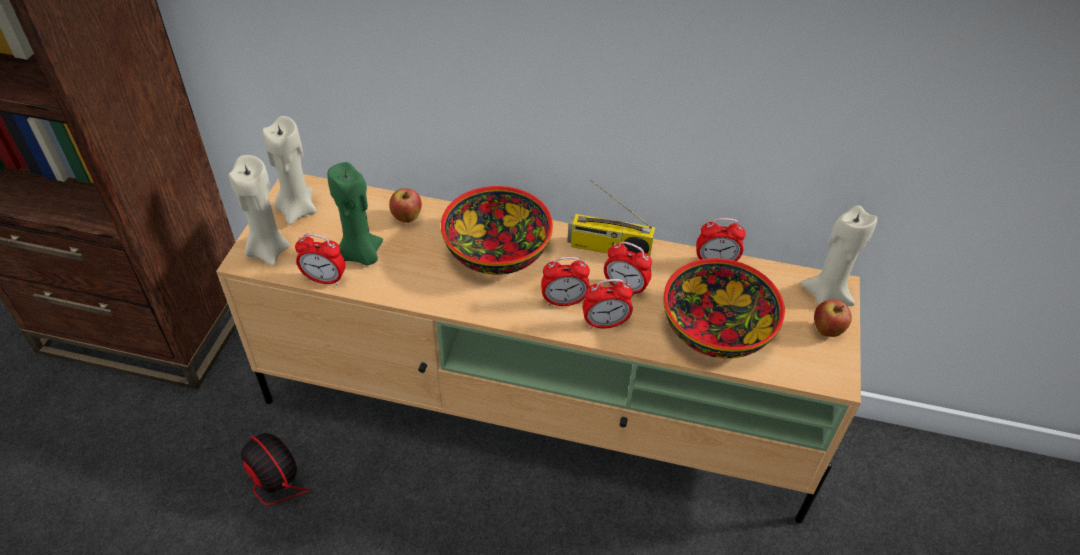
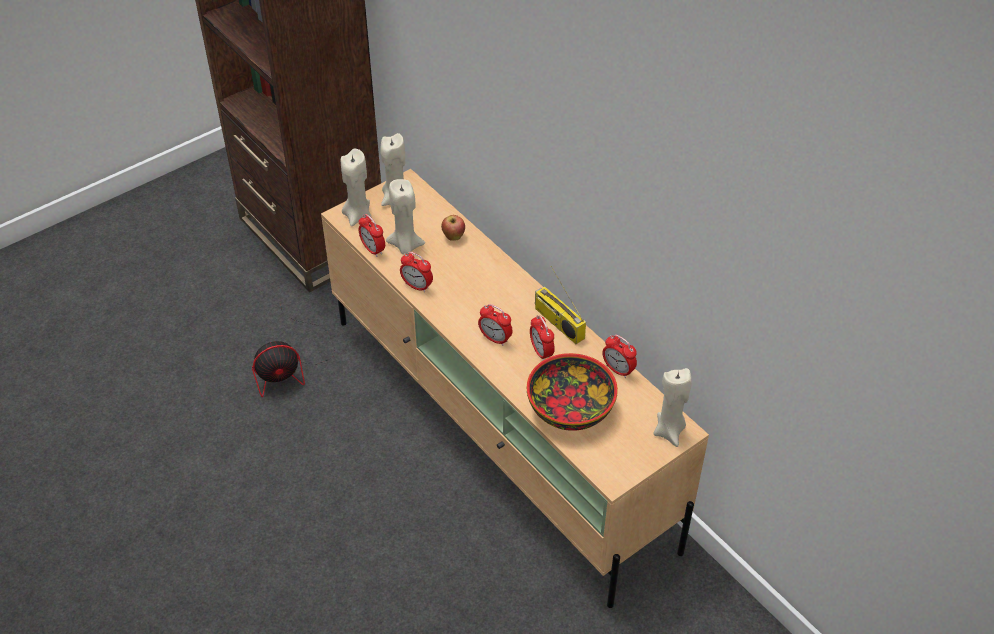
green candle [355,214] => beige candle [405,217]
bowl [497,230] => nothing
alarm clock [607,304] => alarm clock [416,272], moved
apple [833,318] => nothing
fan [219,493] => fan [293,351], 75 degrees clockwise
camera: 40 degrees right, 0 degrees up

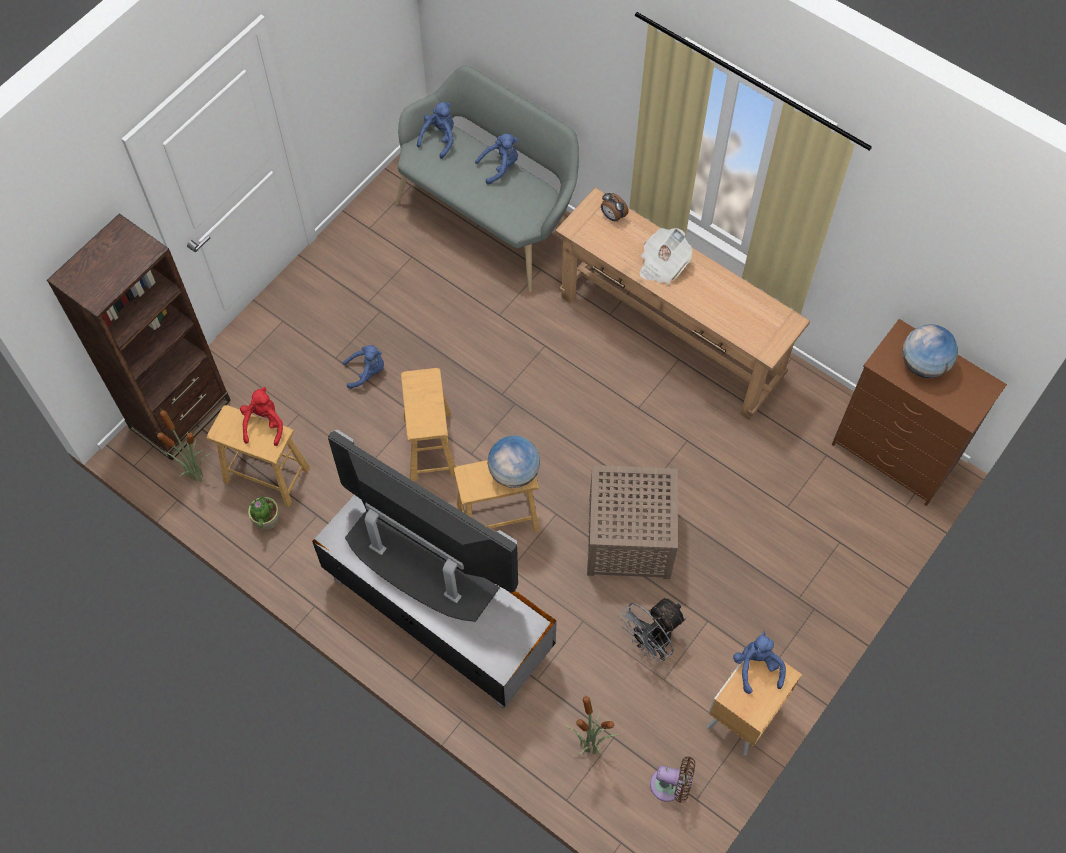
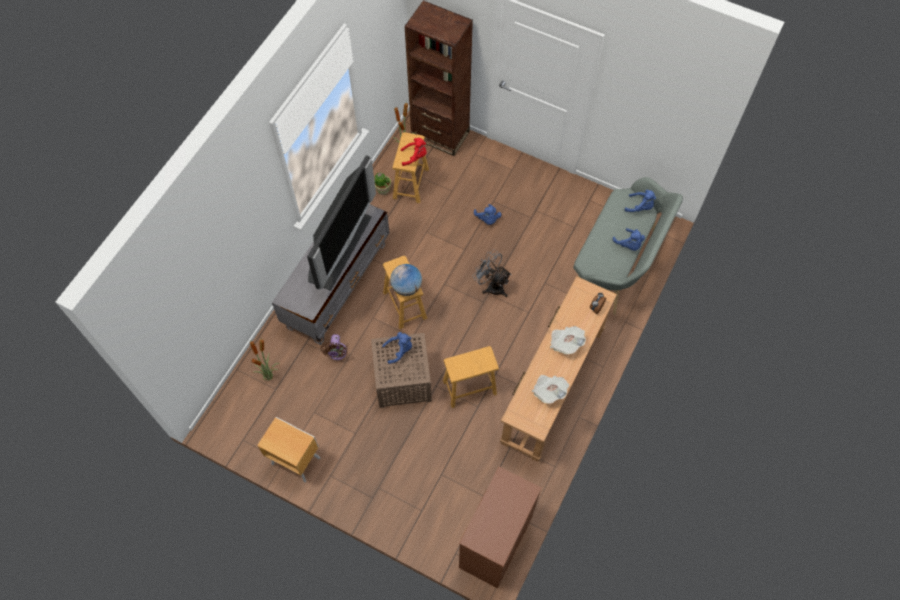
globe [930,351] => nothing
brown stool [428,424] => brown stool [471,377], moved
grey fan [652,630] => grey fan [491,273], moved
blue plush toy [759,662] => blue plush toy [397,348], moved
brown fan [672,779] => brown fan [333,347], moved
nothing => newspaper [550,389]
camera: 80 degrees right, 0 degrees up

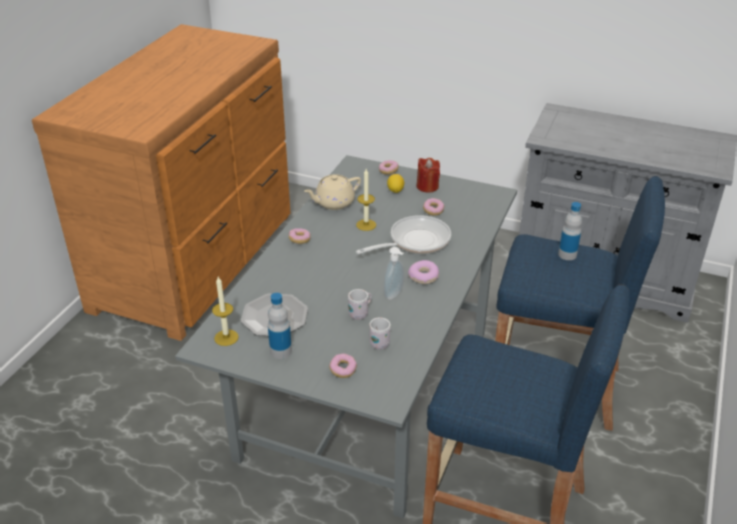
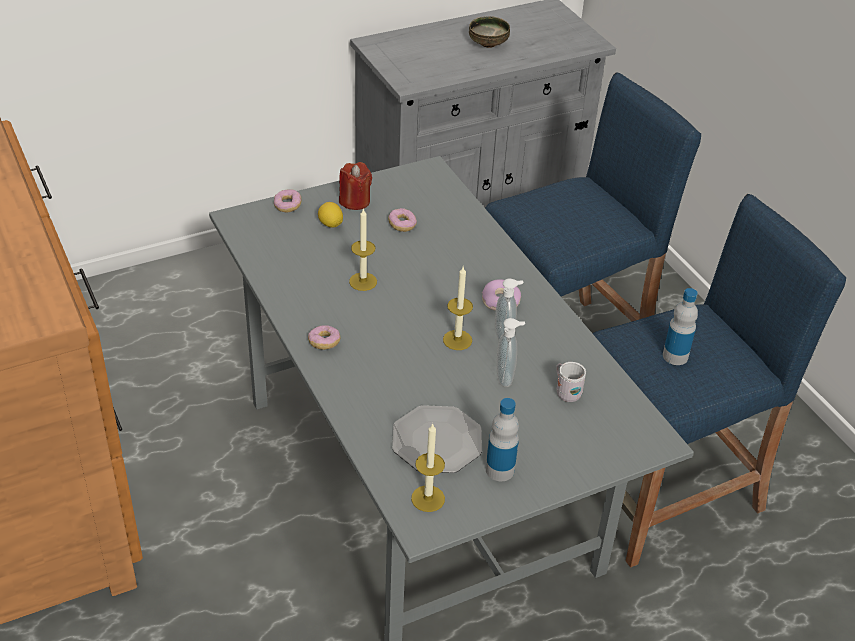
beige teapot [332,192] => nothing
bottle [570,231] => bottle [680,326], moved
frying pan [403,234] => nothing
white mug [360,304] => soap dispenser [511,352]
donut [343,366] => nothing
nothing => bowl [489,32]
nothing => candle [458,308]
camera: 50 degrees left, 5 degrees up

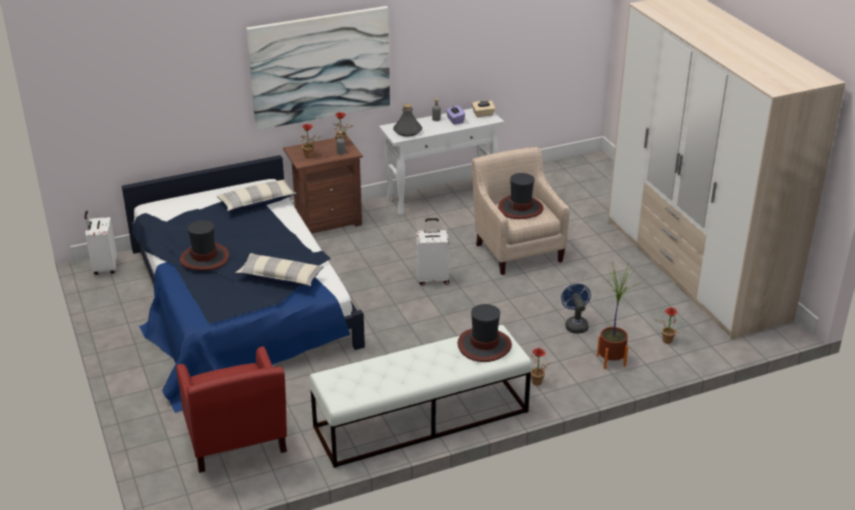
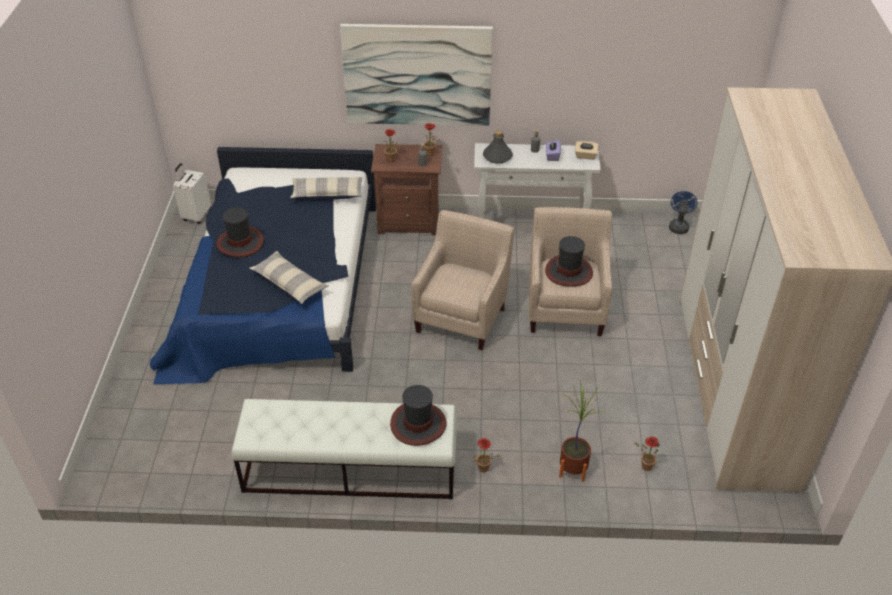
white suitcase [432,251] => beige armchair [462,280]
blue fan [576,309] => blue fan [683,212], moved
red armchair [231,409] => nothing
camera: 25 degrees right, 10 degrees up

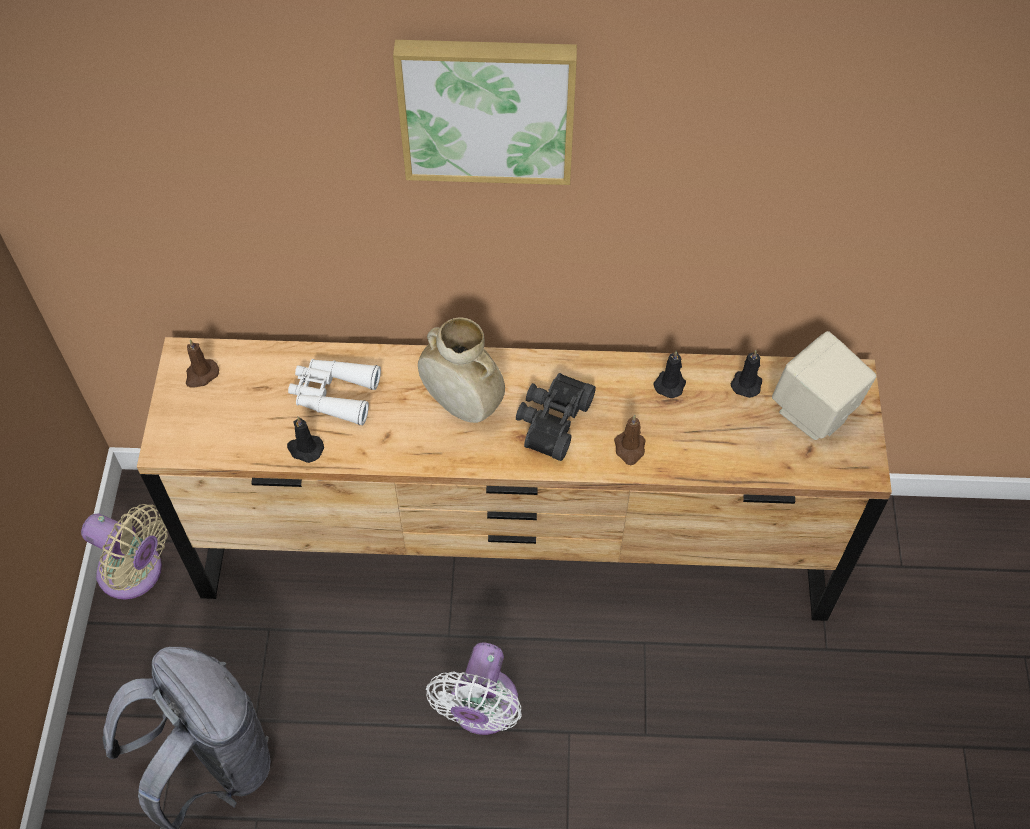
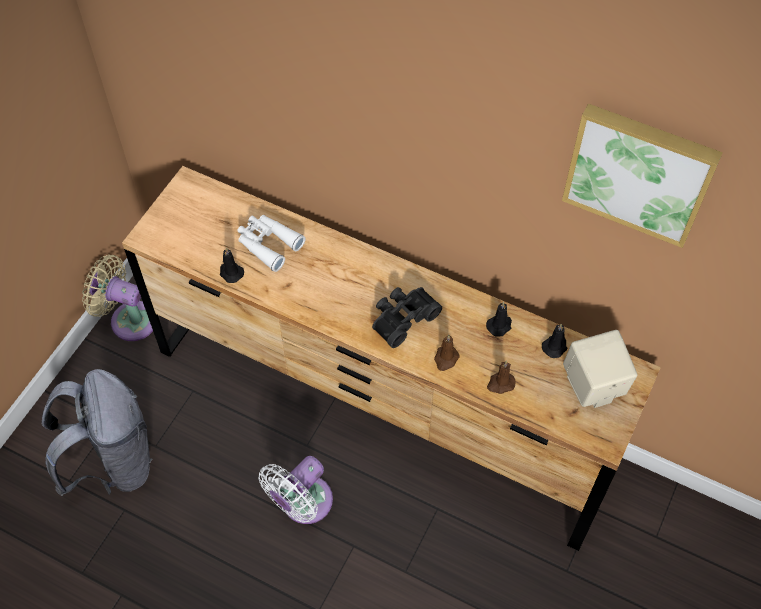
picture [485,112] => picture [642,176], moved
beige vase [461,370] => nothing
brown candle [202,364] => brown candle [501,377], moved
beige fan [124,551] => beige fan [117,298], 150 degrees clockwise
camera: 25 degrees right, 0 degrees up

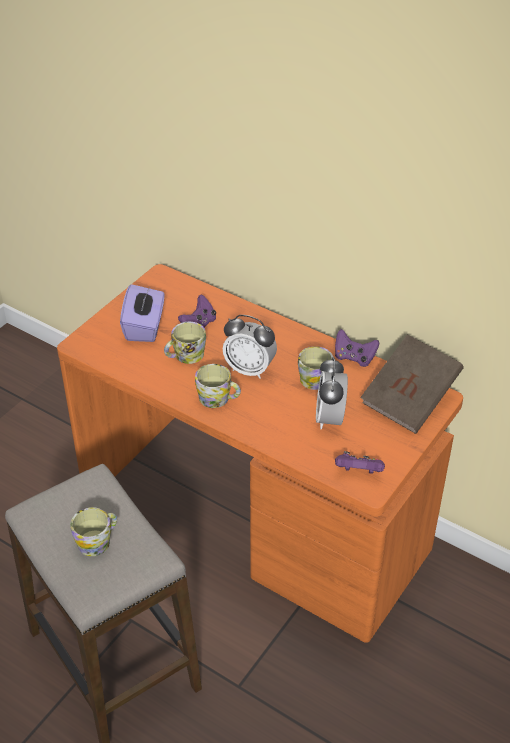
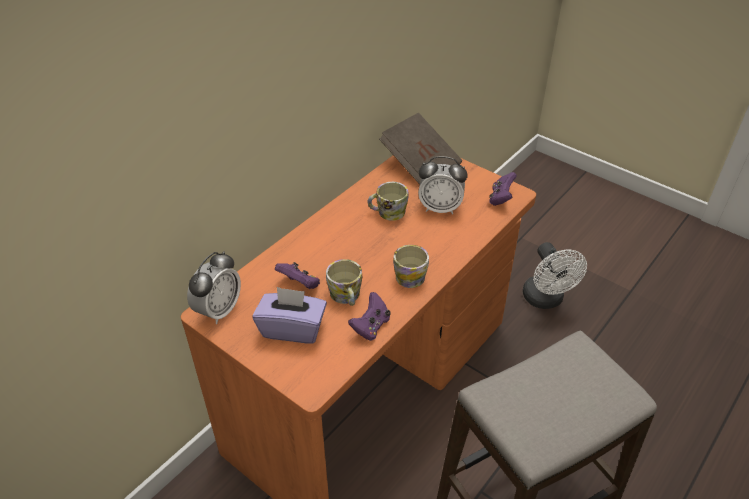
alarm clock [250,347] => alarm clock [214,287], moved
purple game controller [357,348] => purple game controller [369,316], moved
mug [93,531] => nothing
nothing => white fan [555,275]
camera: 85 degrees left, 0 degrees up

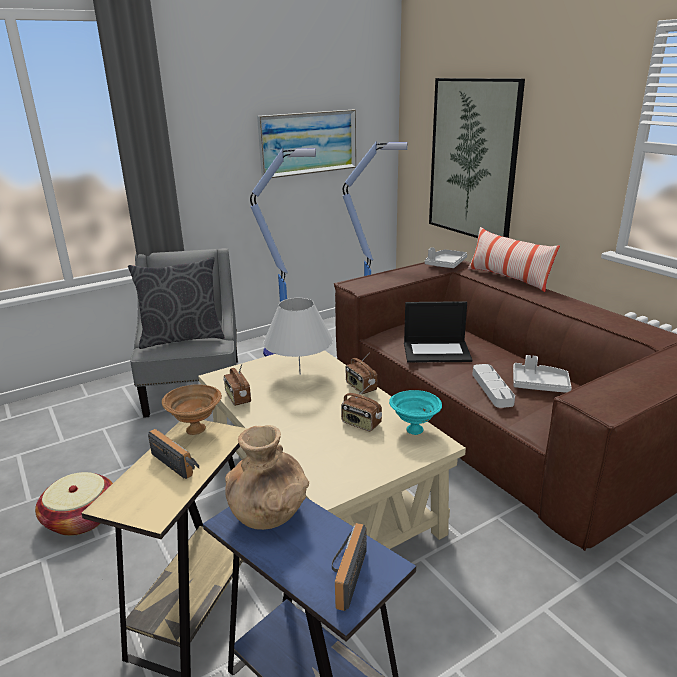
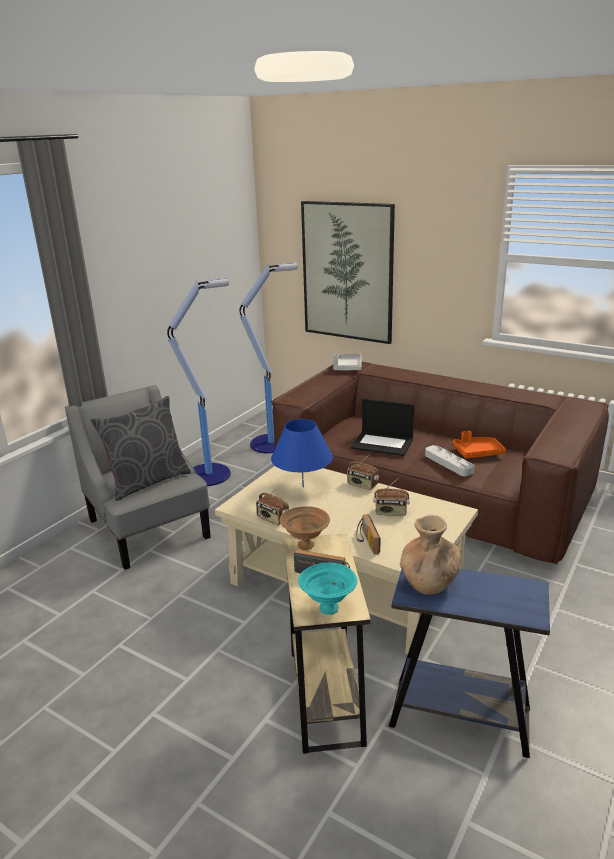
picture [306,144] => nothing
pillow [514,259] => nothing
white table lamp [298,336] => blue table lamp [302,453]
laptop [438,332] => laptop [382,427], 45 degrees clockwise
grey tray [542,374] => orange tray [479,444]
turquoise bowl [415,412] => turquoise bowl [328,589], moved
basket [74,504] => nothing
radio [349,567] => radio [368,534], moved
camera: 25 degrees left, 0 degrees up

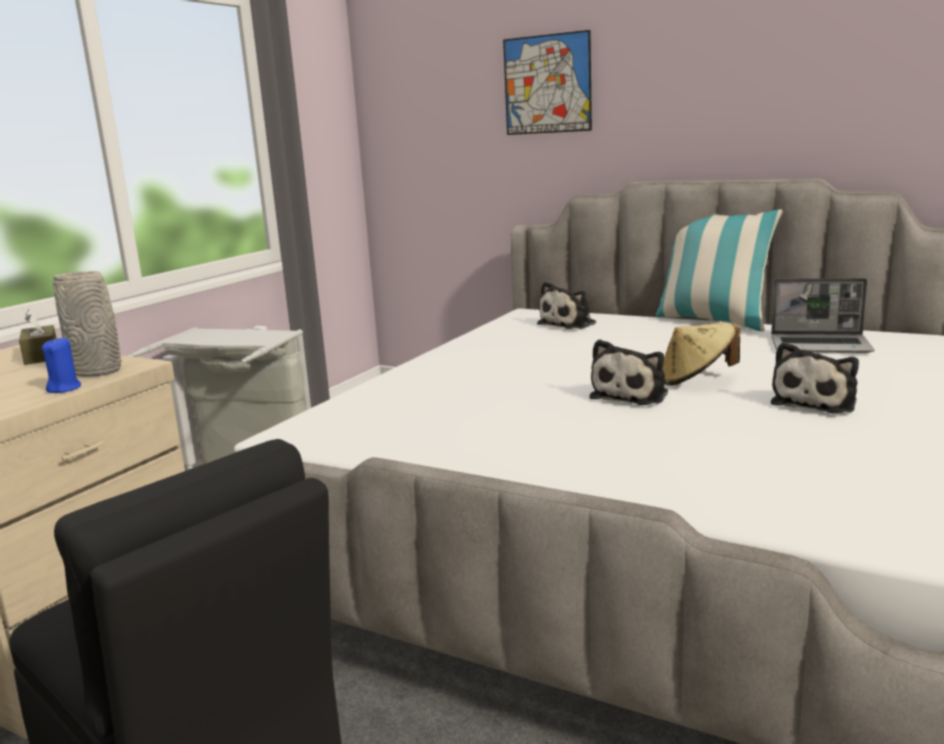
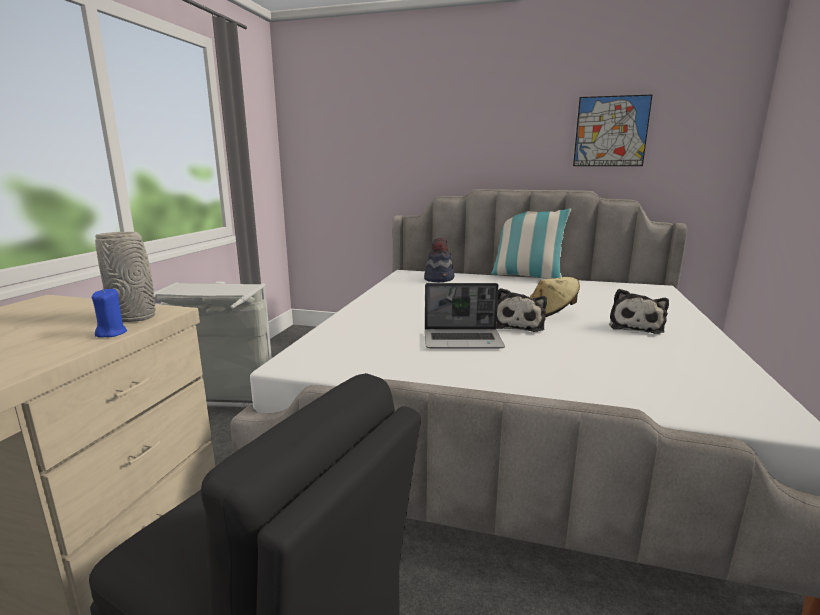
picture [547,82] => picture [613,130], moved
laptop [822,315] => laptop [465,316], moved
plush toy [566,305] => hat [439,260]
brown tissue box [38,337] => nothing
camera: 15 degrees left, 0 degrees up

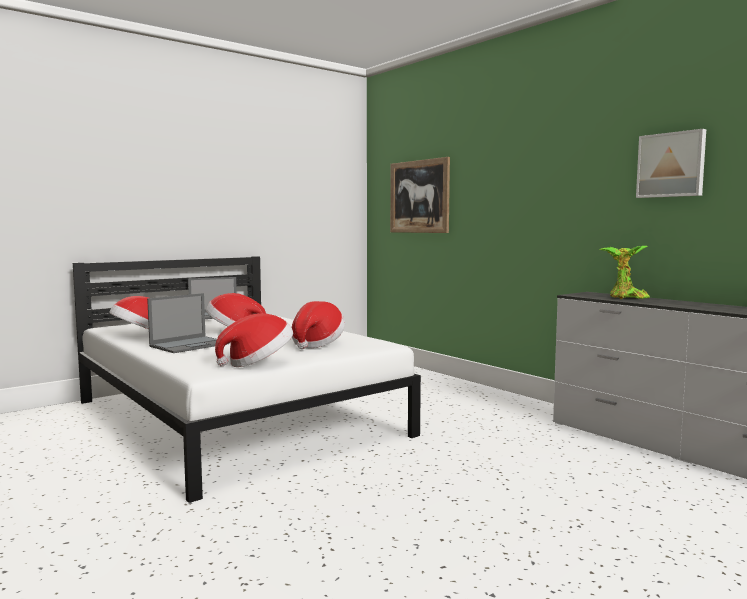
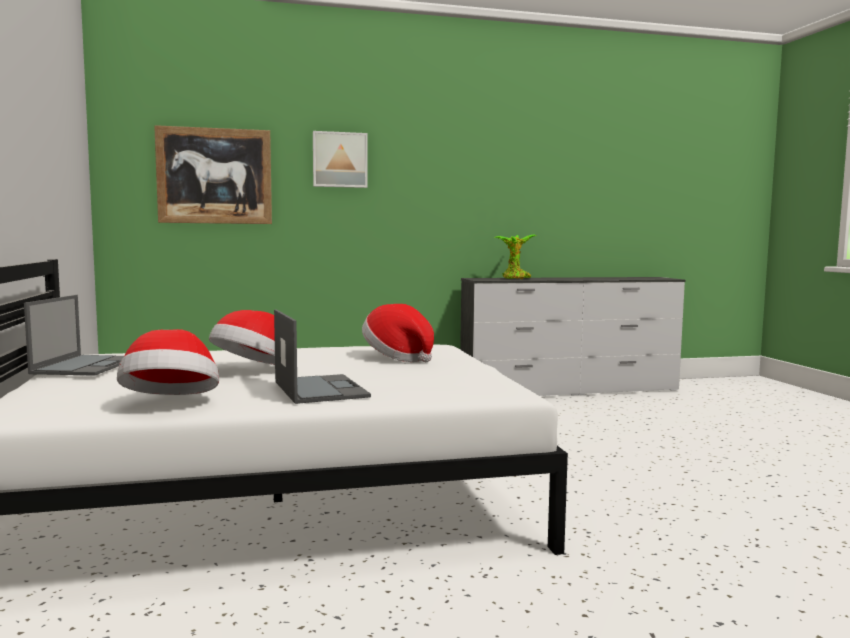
picture [671,163] => picture [340,159], moved
hat [254,340] => nothing
camera: 65 degrees left, 0 degrees up

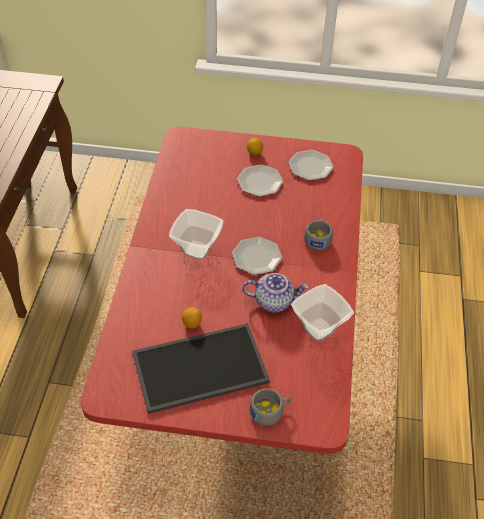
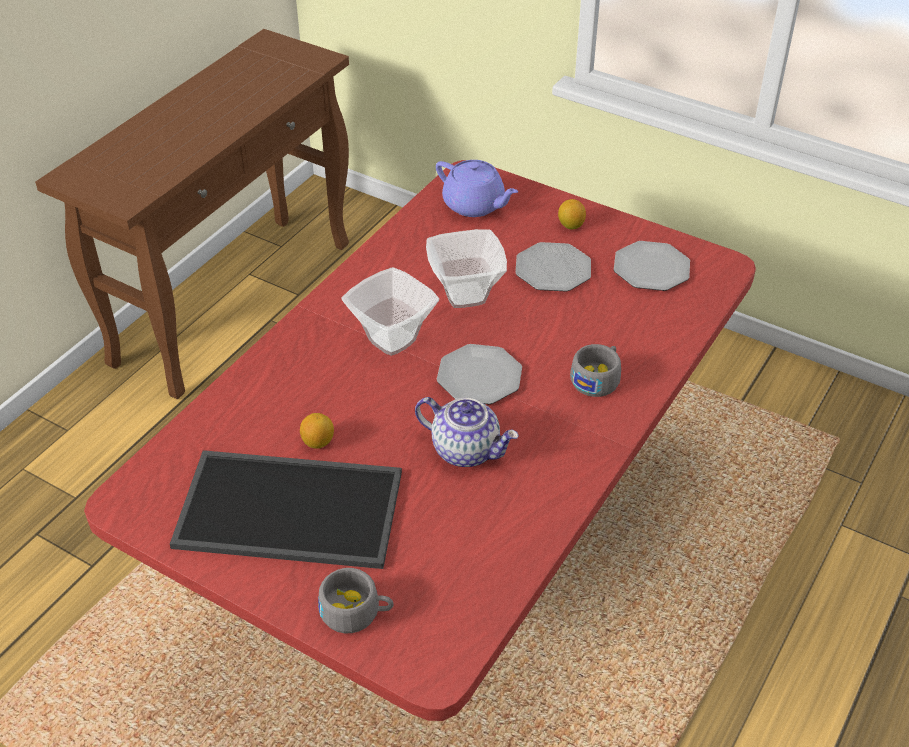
bowl [322,313] => bowl [466,268], moved
nothing => purple teapot [477,188]
camera: 25 degrees right, 5 degrees down

